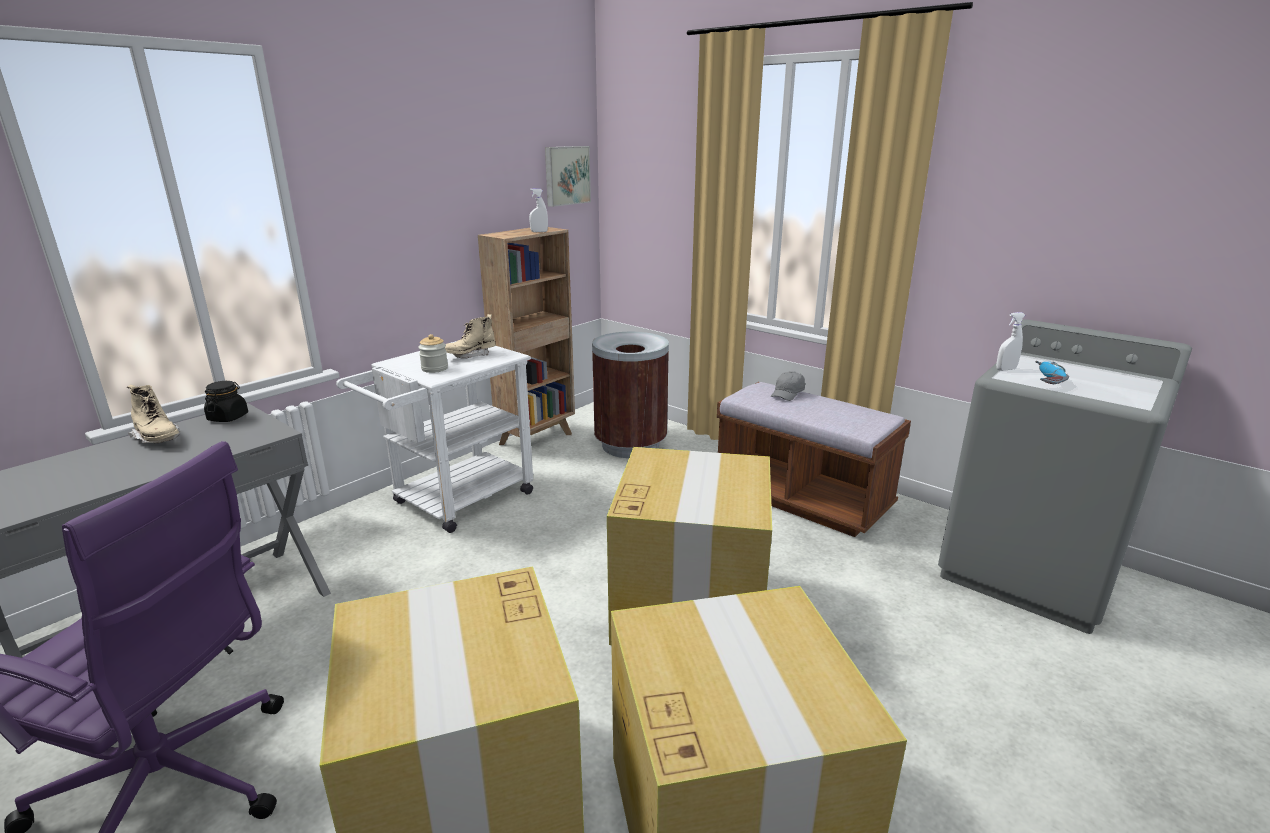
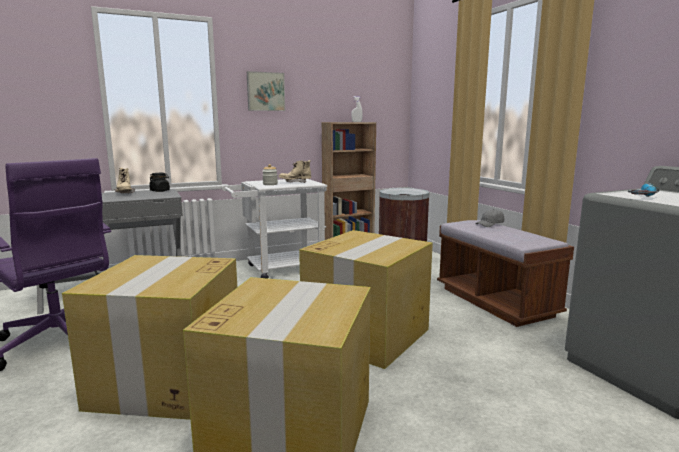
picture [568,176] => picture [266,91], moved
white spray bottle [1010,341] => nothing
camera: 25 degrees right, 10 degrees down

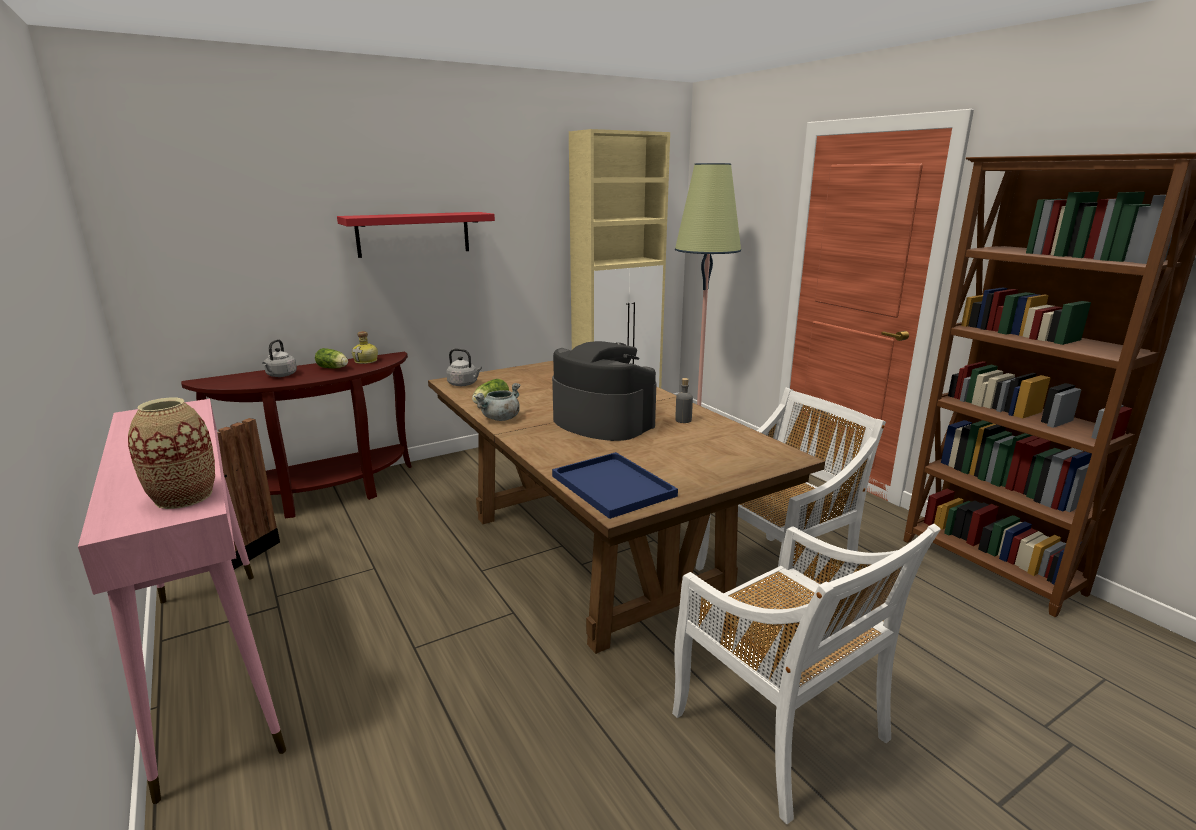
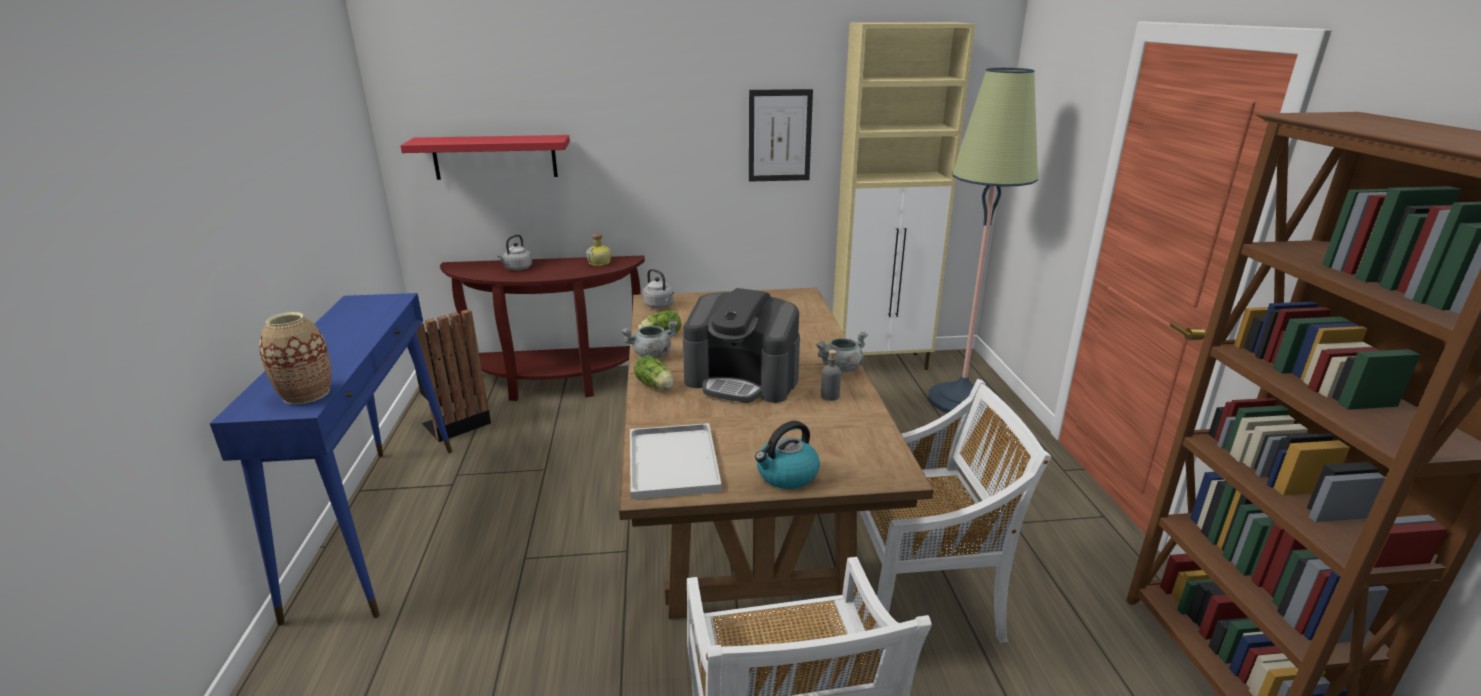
red shelf [416,235] => red shelf [485,157], moved
coffee machine [604,391] => coffee machine [741,345], 135 degrees clockwise
lettuce [331,358] => lettuce [653,372], moved
pink console table [182,601] => blue console table [331,459]
blue tray [615,485] => white tray [676,461]
nothing => picture [781,135]
nothing => grey cooking pot [842,352]
nothing => kettle [787,455]
camera: 25 degrees right, 5 degrees up

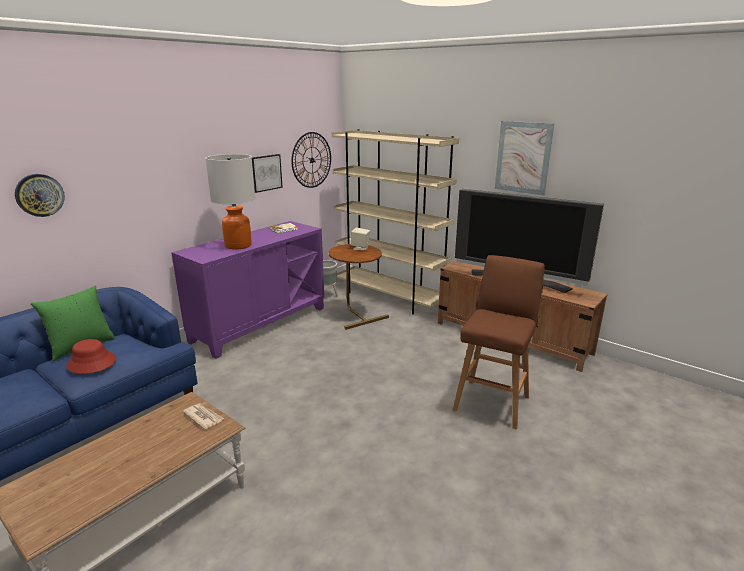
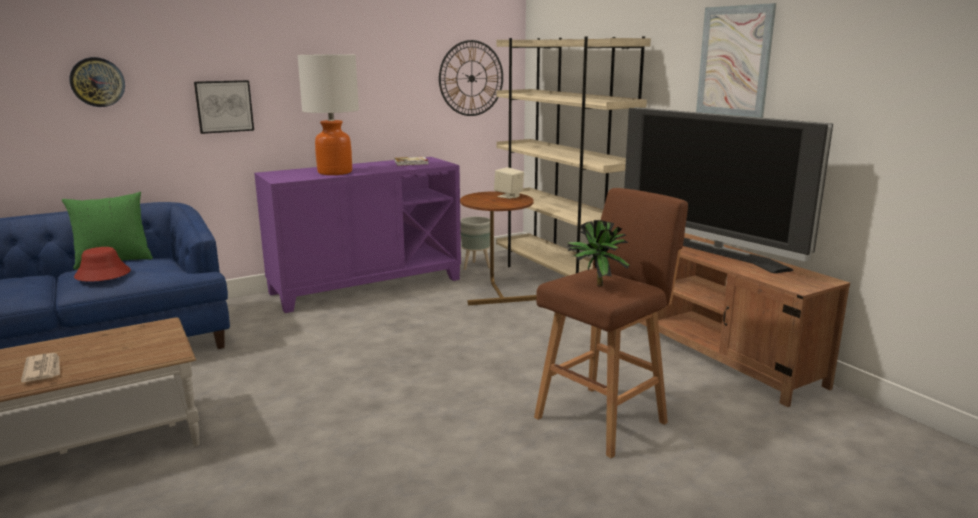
picture [267,173] => picture [224,107], moved
newspaper [203,416] => newspaper [40,367], moved
nothing => potted plant [598,253]
camera: 20 degrees right, 5 degrees down

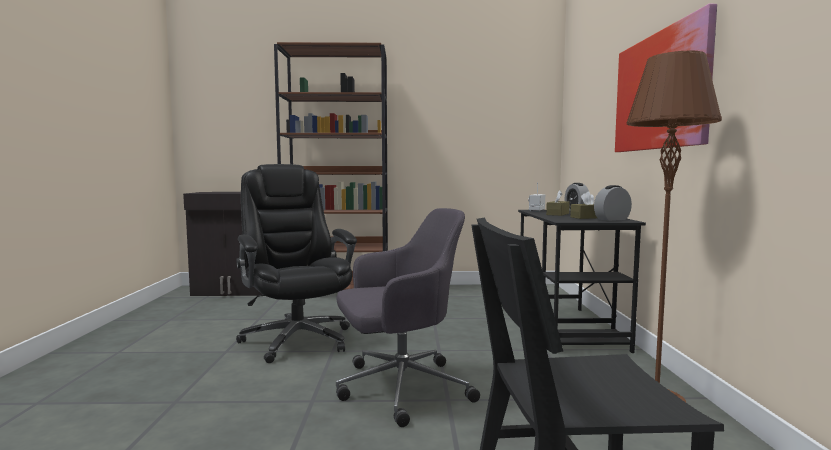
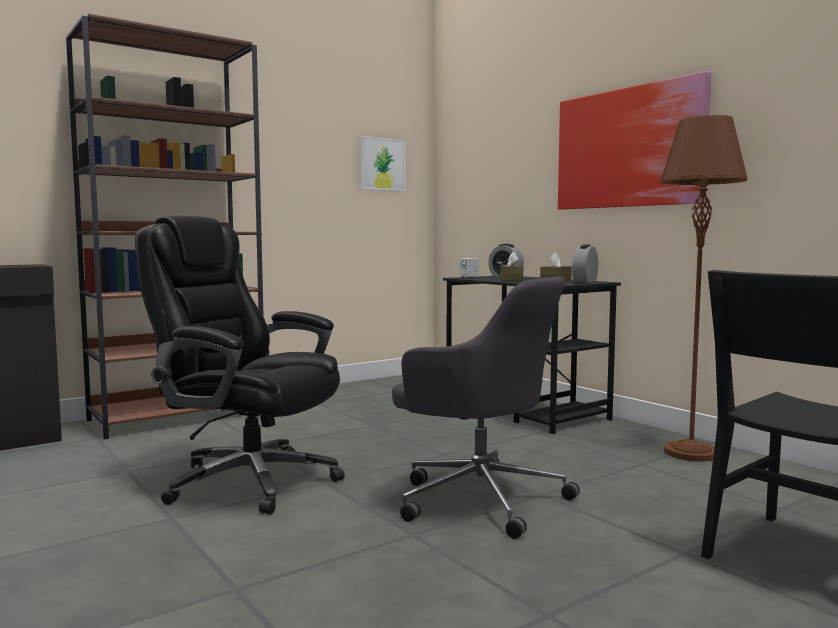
grey office chair [408,317] => grey office chair [486,408], 90 degrees clockwise
nothing => picture [382,163]
camera: 35 degrees left, 0 degrees up

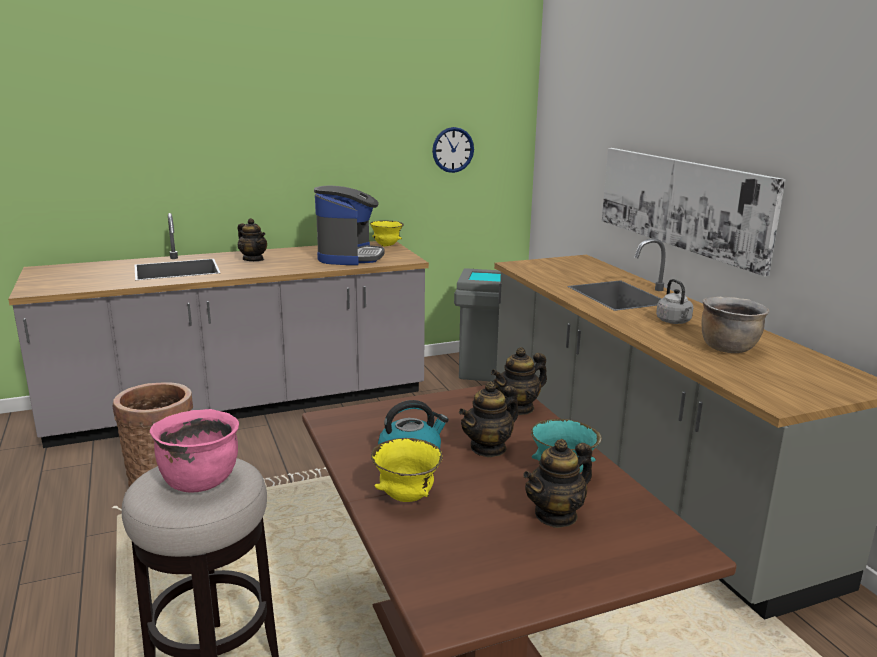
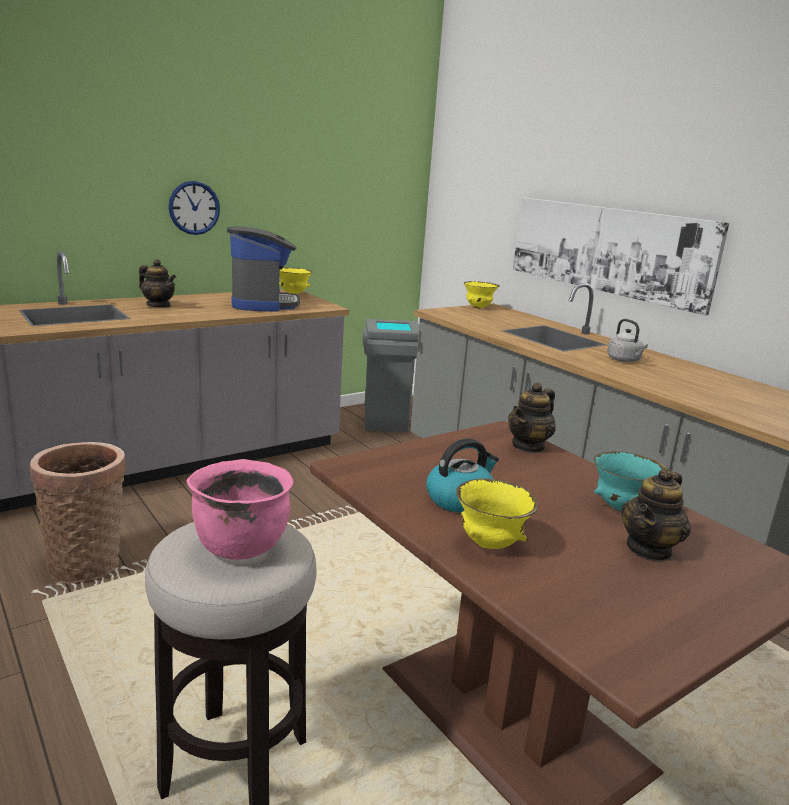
wall clock [453,150] => wall clock [194,208], moved
brown cooking pot [735,325] => nothing
teapot [489,419] => nothing
nothing => yellow bowl [482,294]
camera: 15 degrees left, 0 degrees up

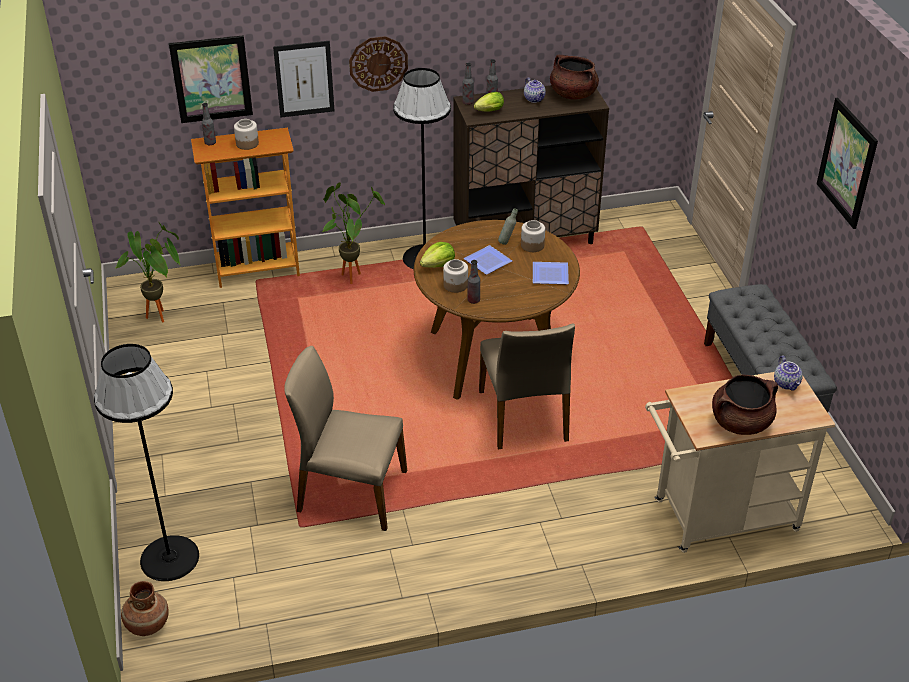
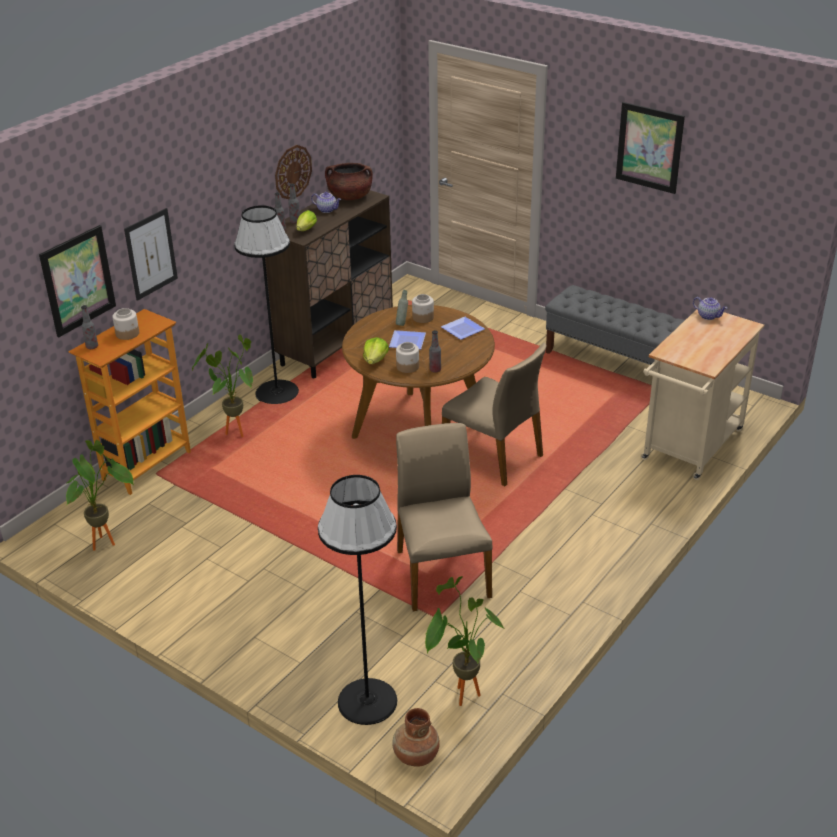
wall clock [378,64] => wall clock [293,172], moved
beige chair [345,438] => beige chair [444,517], 105 degrees clockwise
brown cooking pot [745,404] => nothing
nothing => potted plant [465,641]
camera: 40 degrees left, 5 degrees down

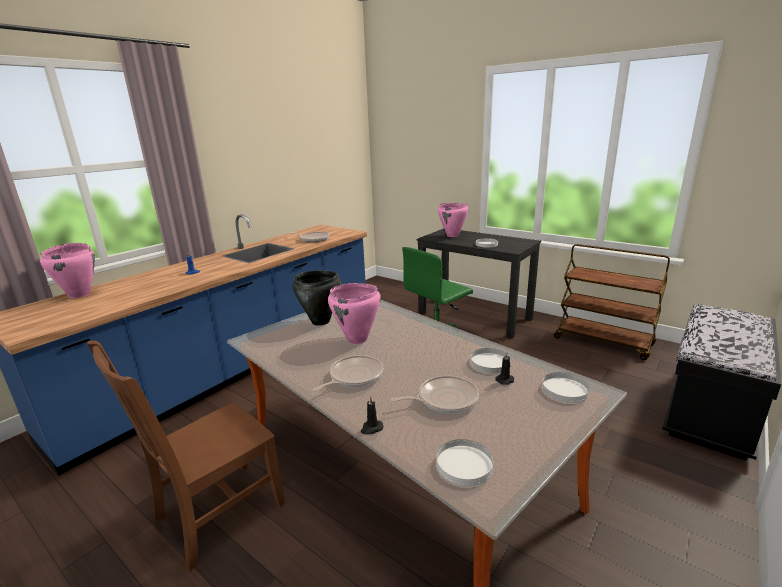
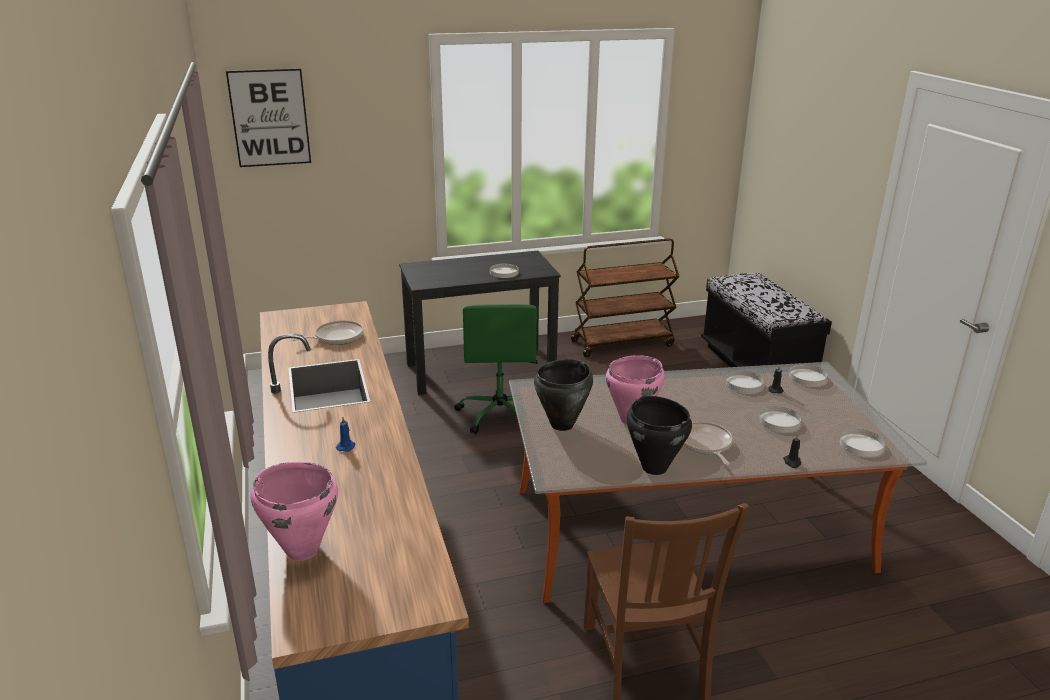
pink cooking pot [453,220] => nothing
frying pan [435,394] => white plate [780,419]
nothing => picture [268,117]
nothing => black cooking pot [659,435]
camera: 55 degrees left, 5 degrees up

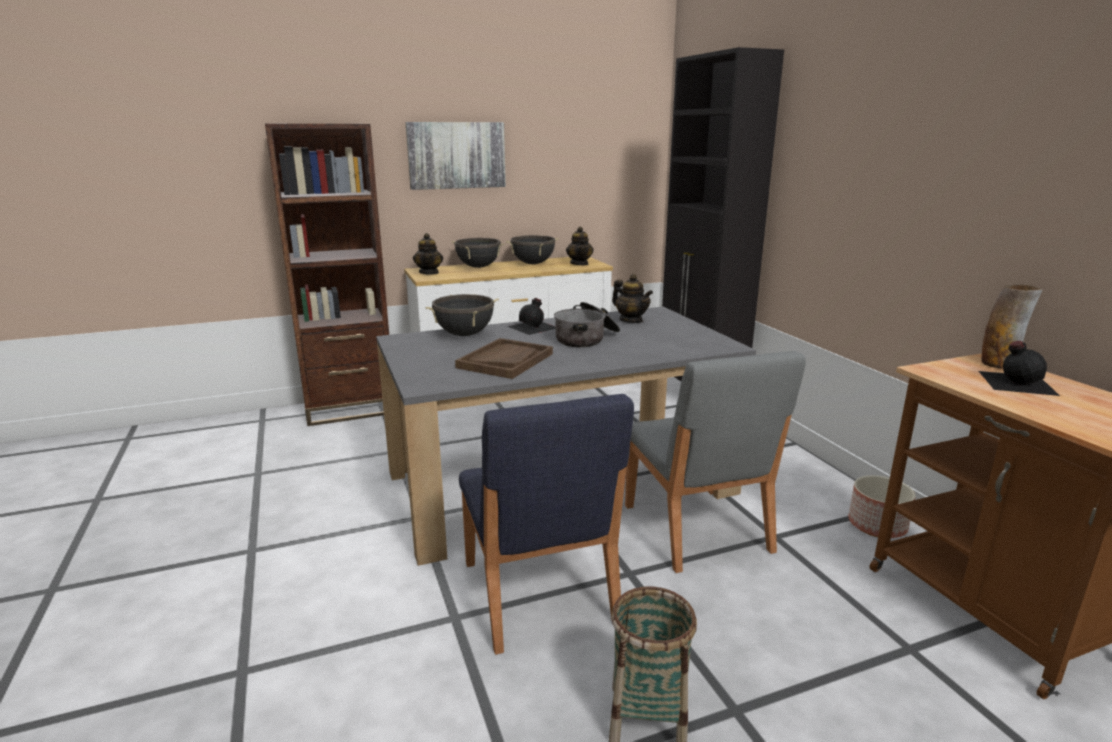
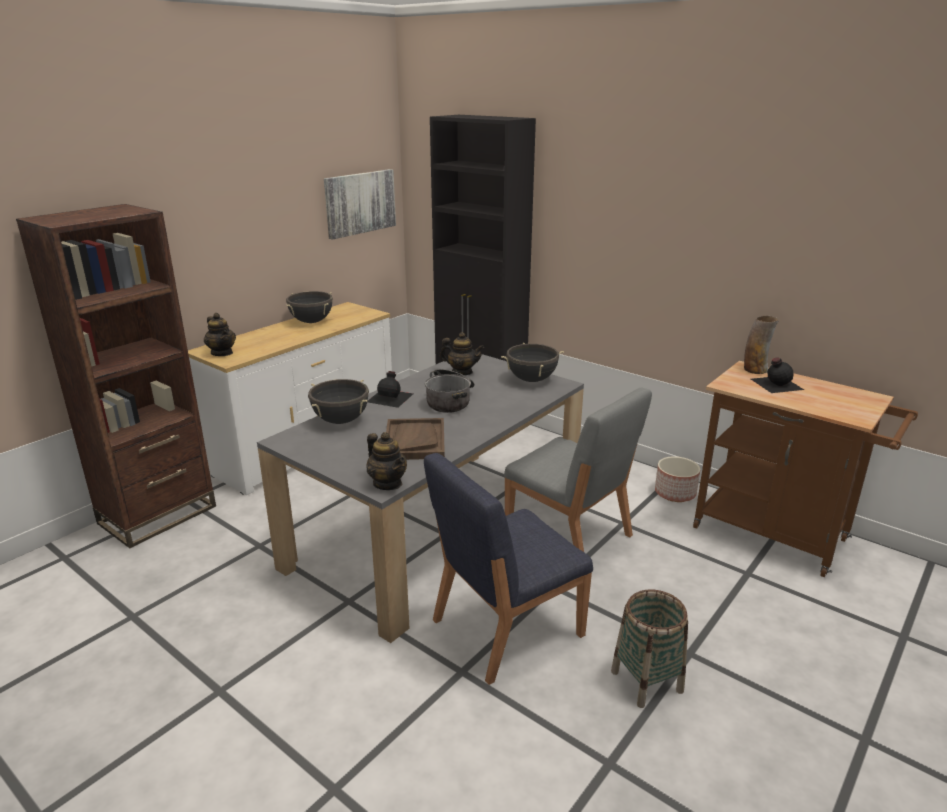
picture [456,156] => picture [360,204], moved
teapot [580,245] => teapot [387,461], moved
black cooking pot [478,253] => black cooking pot [532,362], moved
blue chair [546,524] => blue chair [508,569], 105 degrees clockwise
camera: 30 degrees left, 5 degrees up

